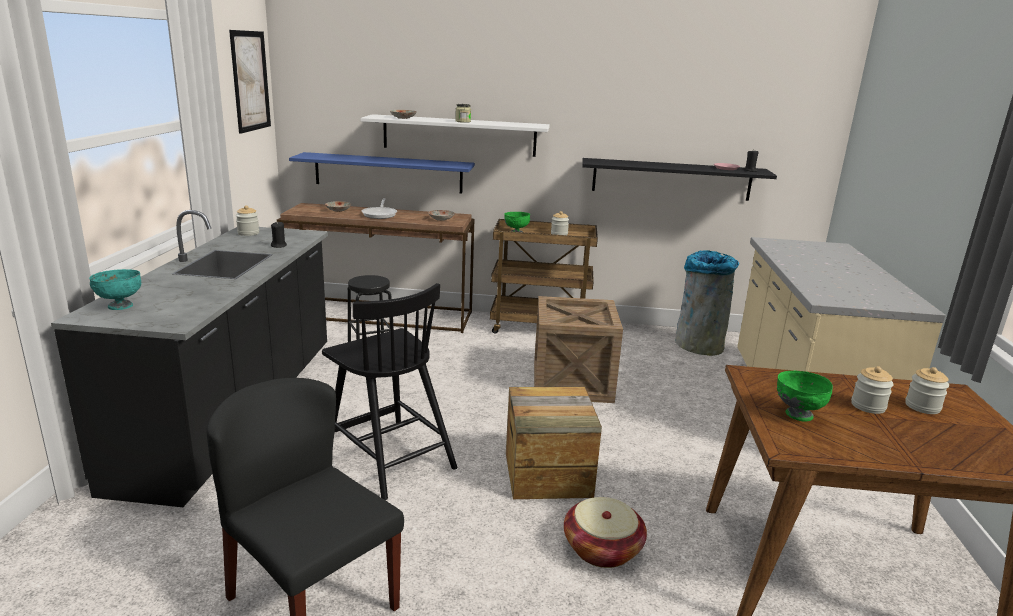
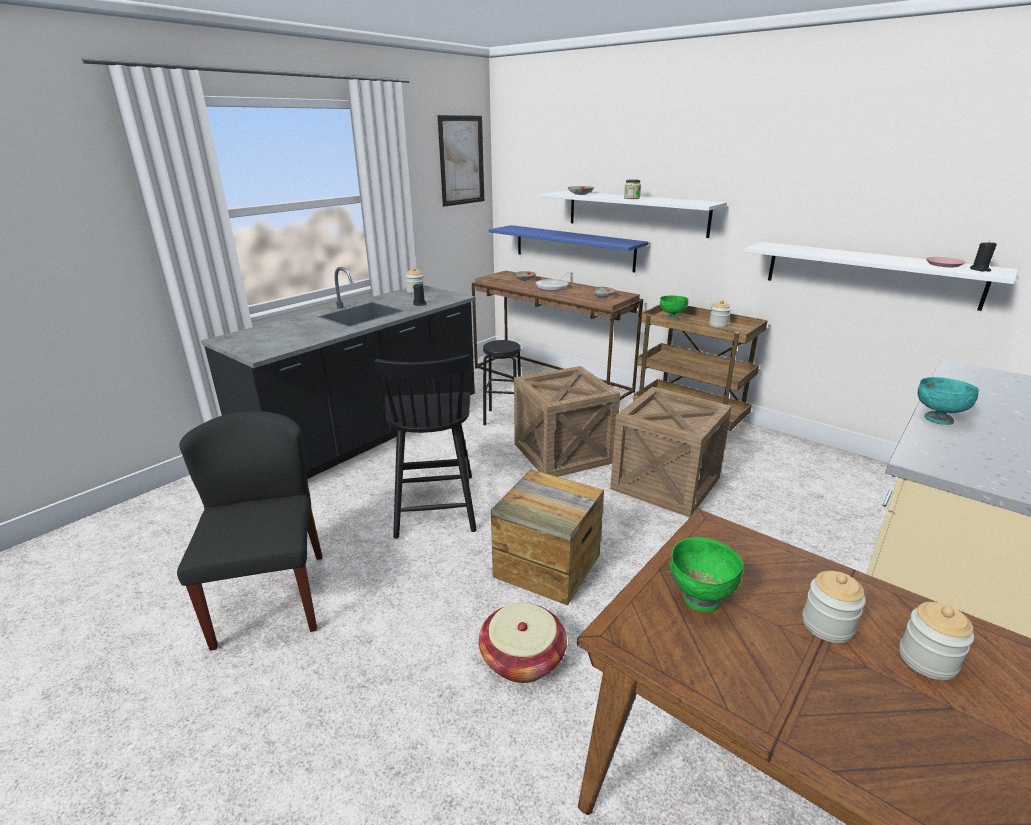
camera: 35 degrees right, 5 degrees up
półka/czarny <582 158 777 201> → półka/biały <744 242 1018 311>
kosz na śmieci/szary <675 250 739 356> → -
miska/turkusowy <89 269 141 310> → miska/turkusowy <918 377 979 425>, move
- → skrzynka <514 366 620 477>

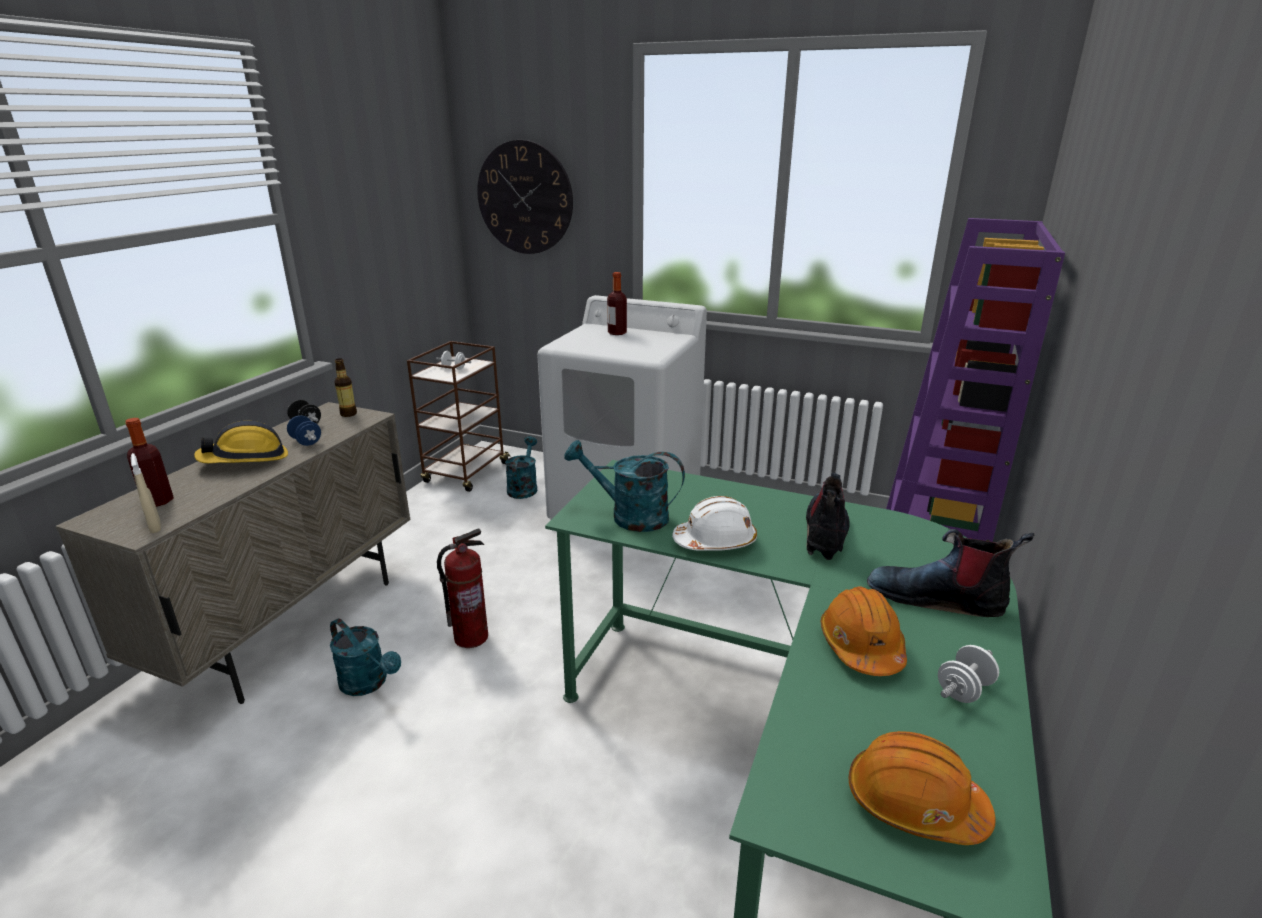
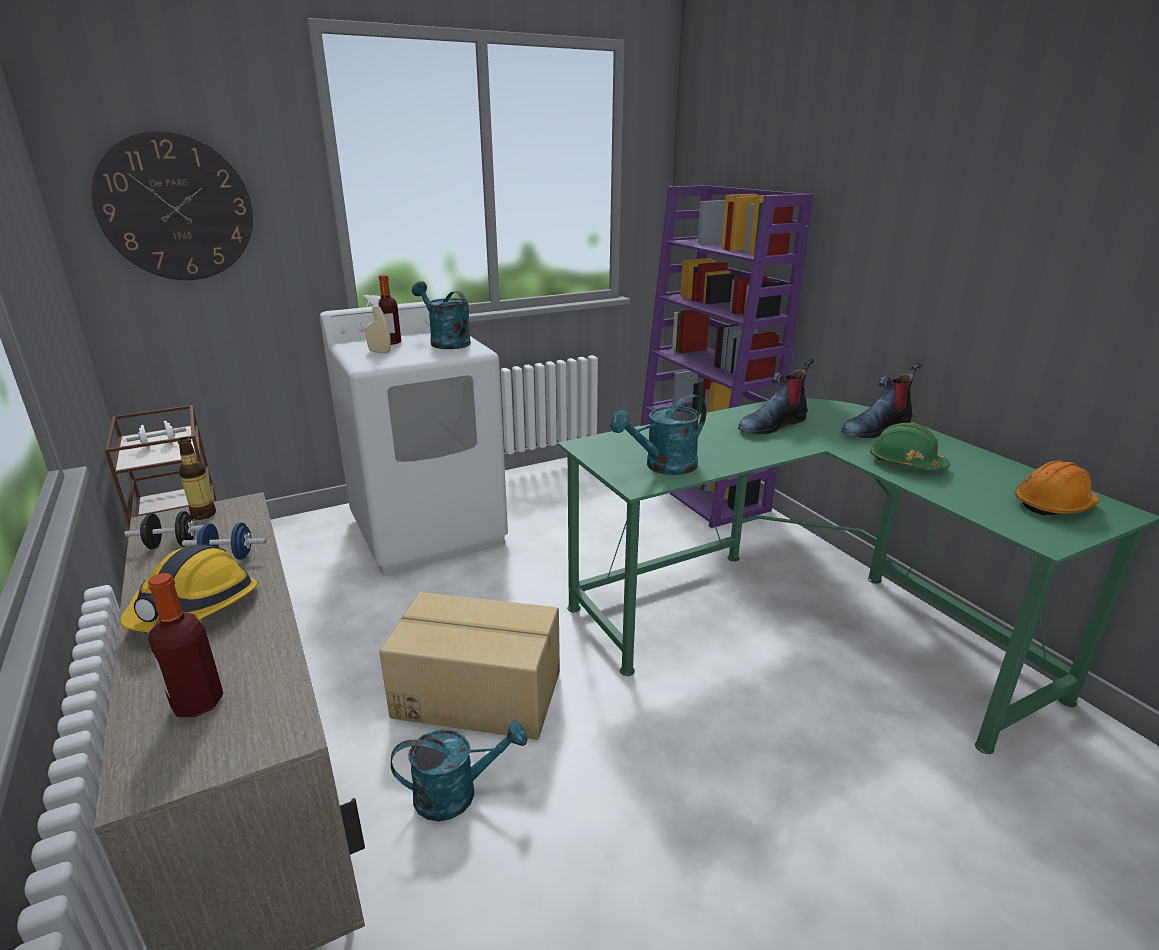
camera: 50 degrees left, 0 degrees up
konewka/turkusowy <505 436 537 499> → konewka/turkusowy <412 281 471 349>, move
spryskiwacz/beżowy <131 453 161 533> → spryskiwacz/beżowy <364 295 391 353>, move
but z cholewką <806 473 850 560> → but z cholewką <738 359 814 434>, 90 degrees counterclockwise
kask/biały <672 496 757 551> → -
gaśnica <437 528 488 648> → karton <379 592 560 740>
kask/pomarańczowy <821 586 907 676> → kask/zielony <870 423 950 471>
hantel/biały <938 645 999 703> → -

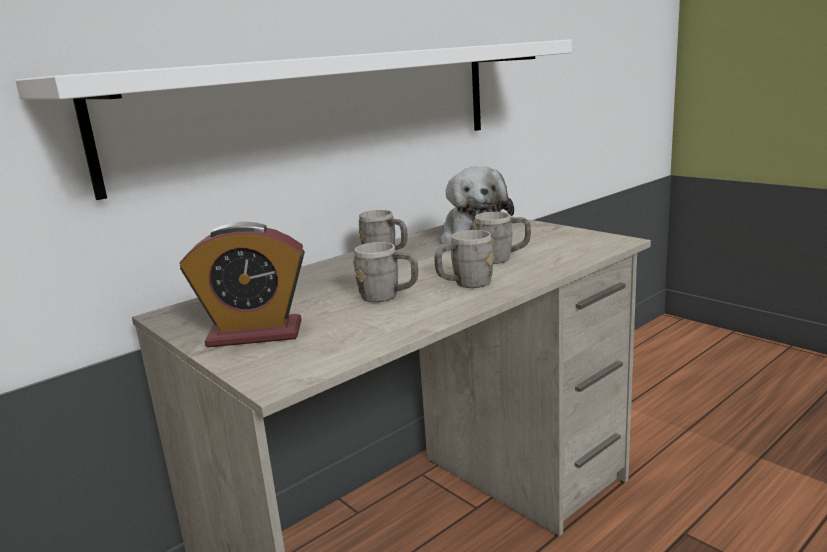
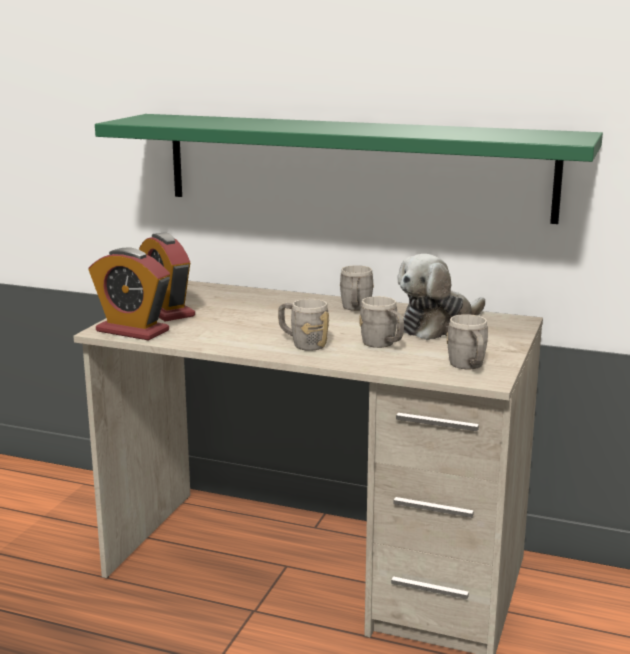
camera: 60 degrees right, 0 degrees up
półka/biały <16 39 572 200> → półka/zielony <95 114 603 224>
kubek/szary <353 242 418 302> → kubek/szary <446 314 488 369>, move
- → budzik <88 248 170 341>

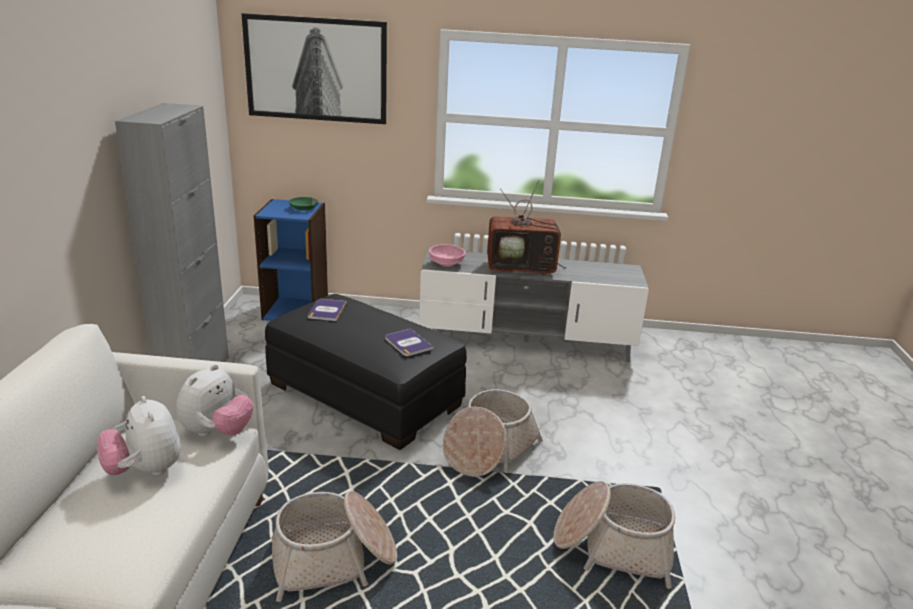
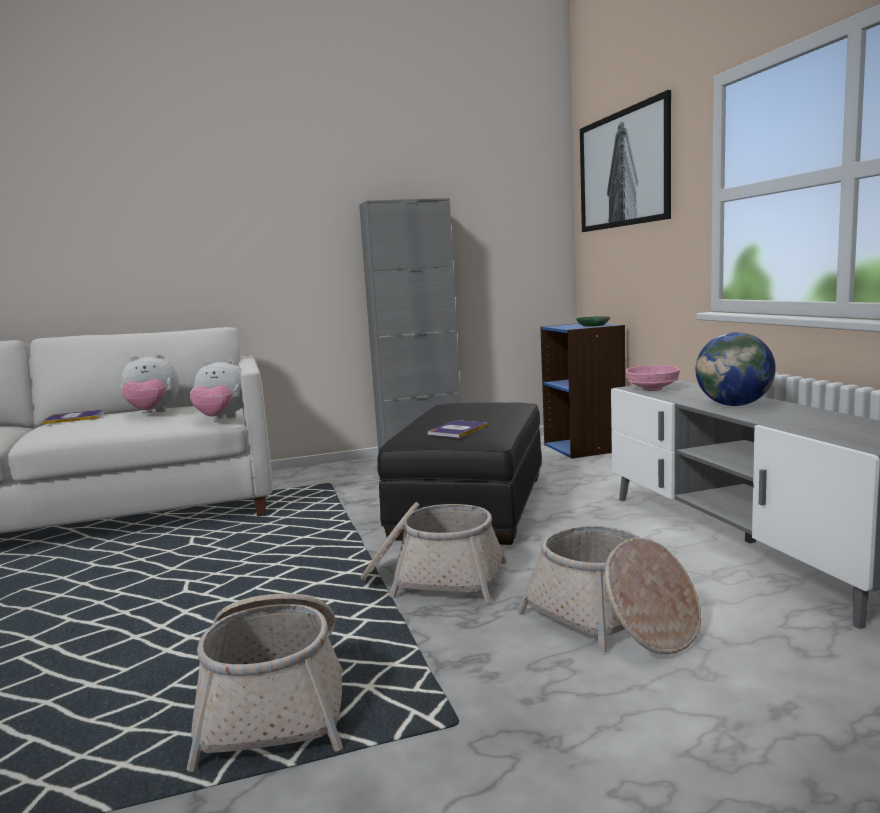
camera: 70 degrees right, 15 degrees down
telewizor <487 180 567 275> → globus <696 332 776 406>
książka <308 299 347 321> → książka <42 410 104 424>, move
pluszak <97 396 181 476> → pluszak <120 354 179 413>, 135 degrees counterclockwise
koszyk <272 491 397 602> → koszyk <517 526 702 654>, move

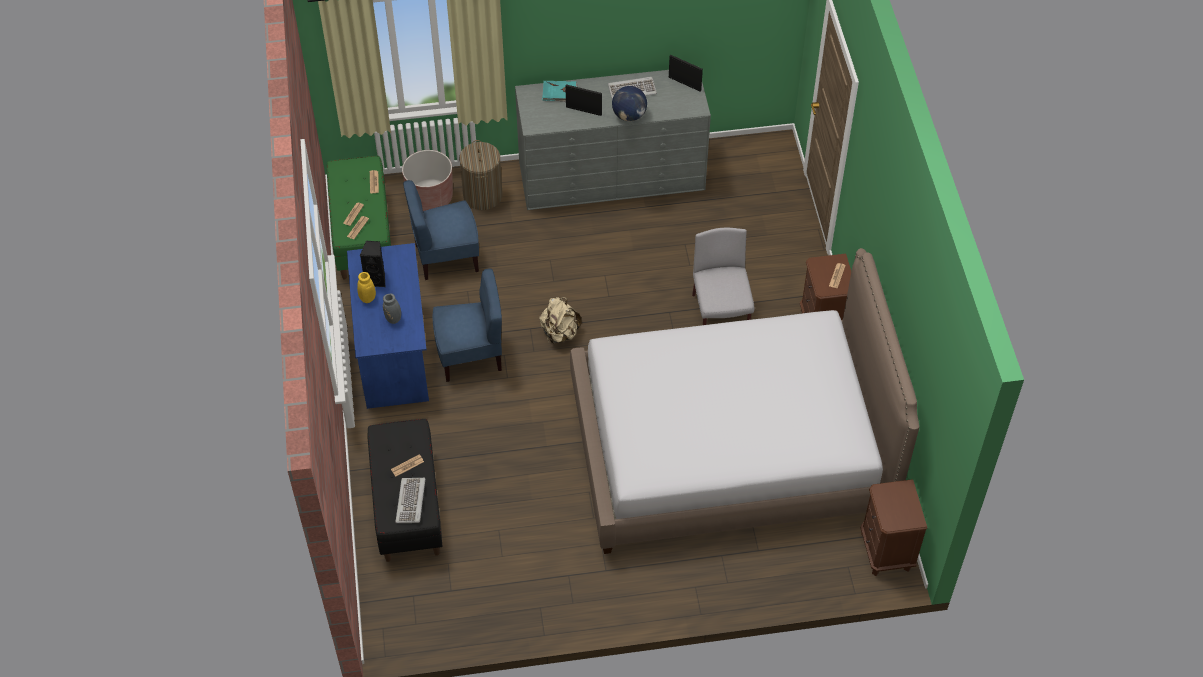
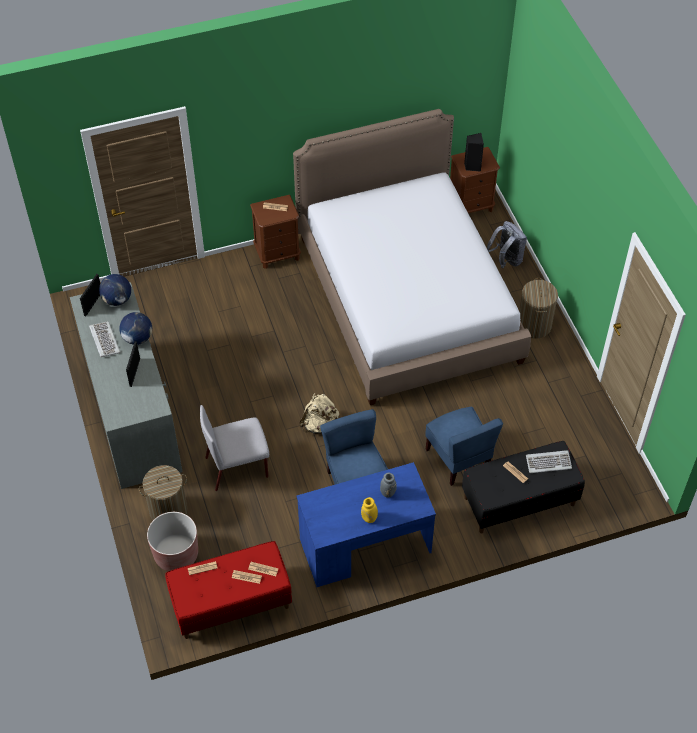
camera: 100 degrees left, 0 degrees up
książka/turkusowy <542 81 578 101> → -
ławka/zielony <327 156 391 280> → ławka/czerwony <165 541 292 639>
krzesło/niebieski <403 180 479 280> → krzesło/niebieski <426 406 503 486>, move
krzesło/szary <692 228 754 325> → krzesło/szary <200 405 269 491>, move
głośnik/czarny <360 241 385 287> → głośnik/czarny <464 133 484 172>, move
- → plecak/szary <487 221 527 268>
- → globus <99 274 131 306>
- → kosz na pranie <519 278 558 339>

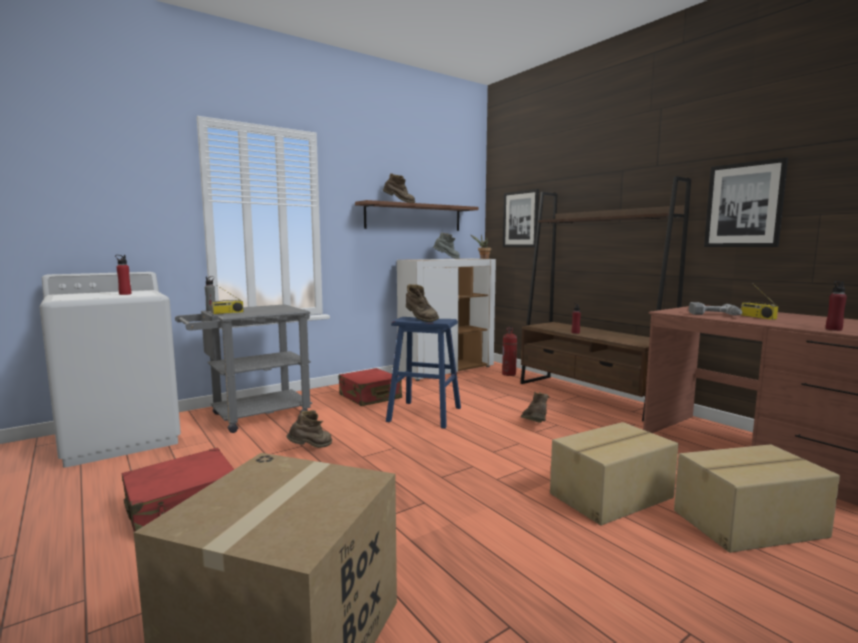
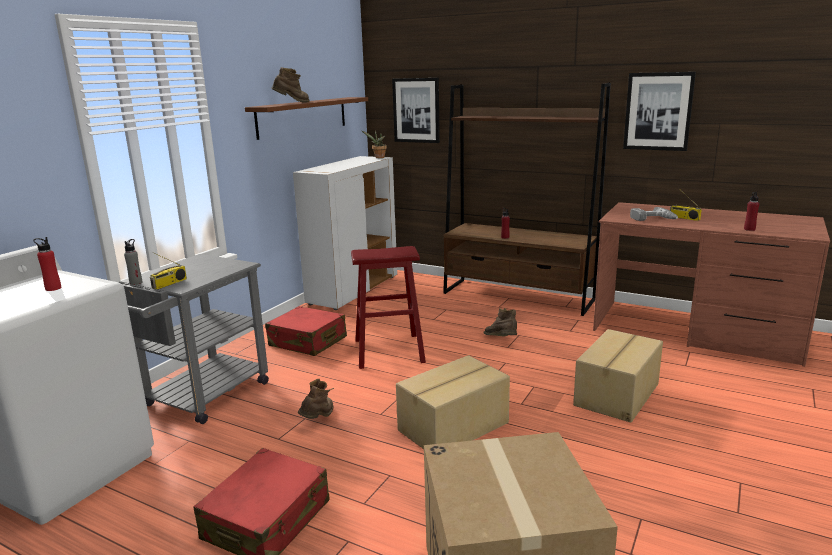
camera: 25 degrees left, 10 degrees up
but z cholewką/szary <433 232 460 259> → -
but z cholewką/brązowy <406 284 439 322> → -
stołek/niebieski <386 317 461 429> → stołek/czerwony <351 246 426 369>
gaśnica <502 327 517 376> → -
karton <674 444 840 553> → karton <396 355 510 449>, move

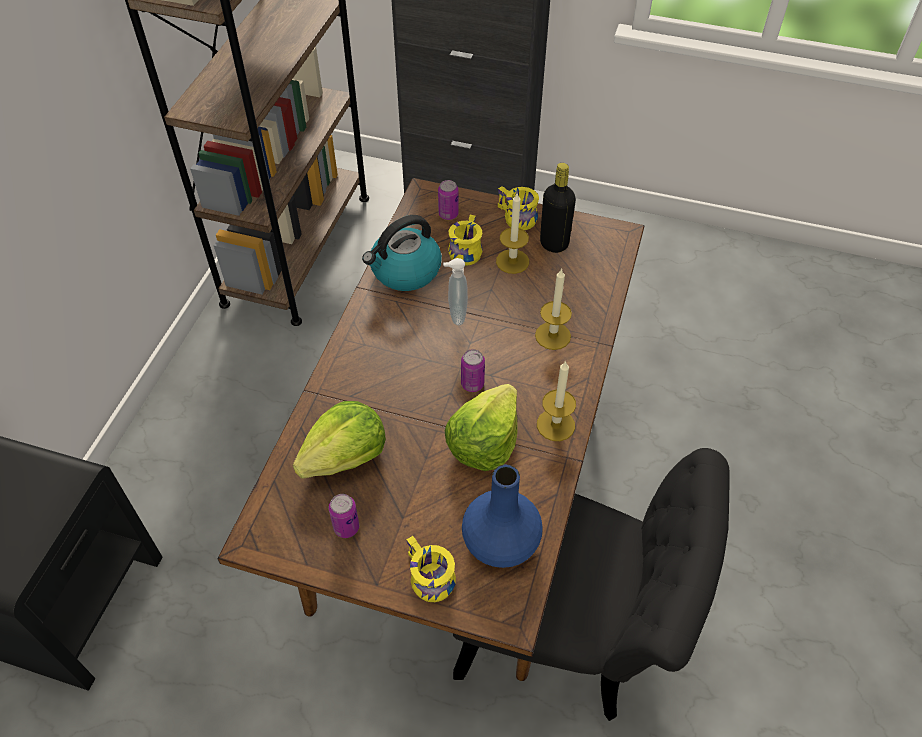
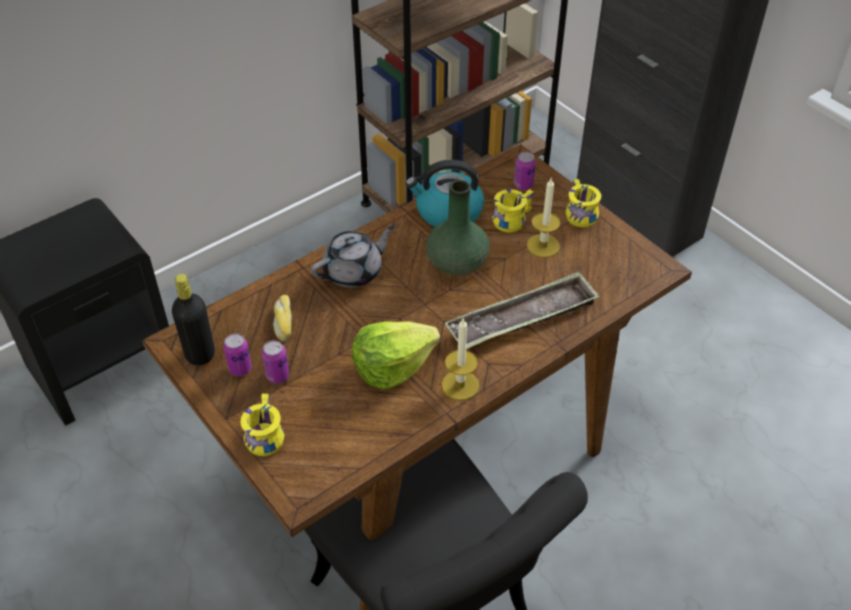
camera: 35 degrees right, 5 degrees down
butelka/czarny <540 163 576 253> → butelka/czarny <172 274 215 366>, move
dozownik mydła <443 258 468 325> → wazon/zielony <426 180 490 276>
świeca <535 268 572 350> → taca <445 271 599 349>
puszka <461 349 485 392> → puszka <262 340 289 383>, move
sałata <293 401 386 479> → chleb <273 295 291 341>
wazon/niebieski <462 464 543 568> → -
- → imbryk/szary <311 226 395 287>

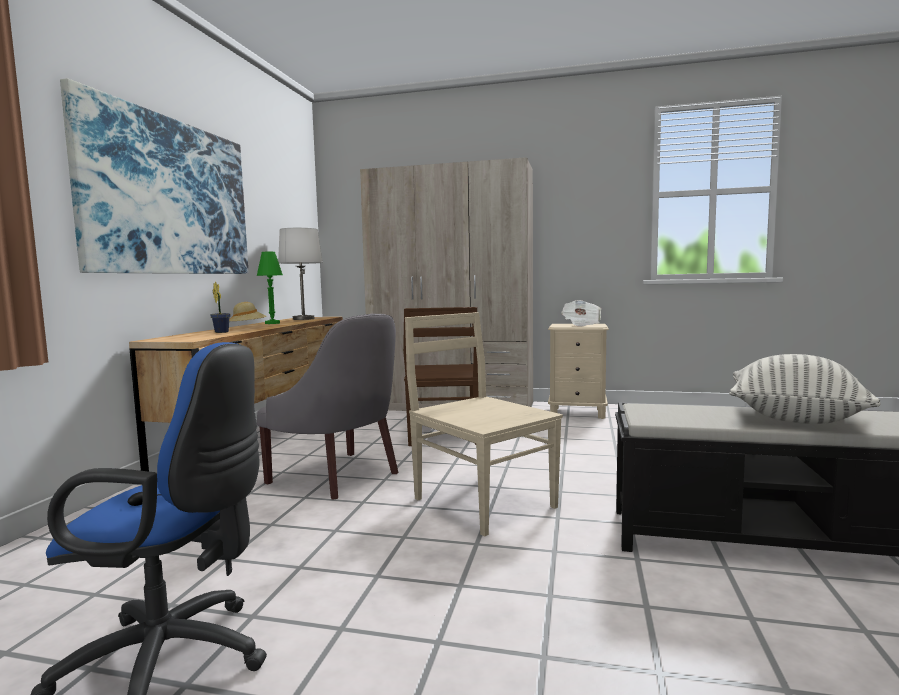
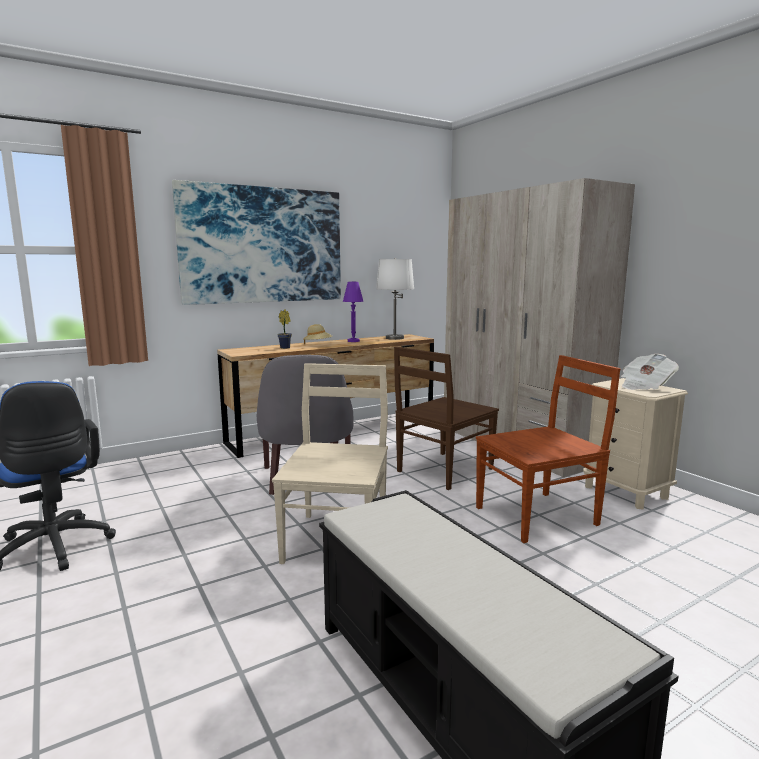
camera: 45 degrees right, 5 degrees up
lampa stołowa/zielony <257 252 283 324> → lampa stołowa/fioletowy <343 282 363 342>
poduszka <729 354 881 424> → -
- → krzesło/brązowy <476 355 620 543>

